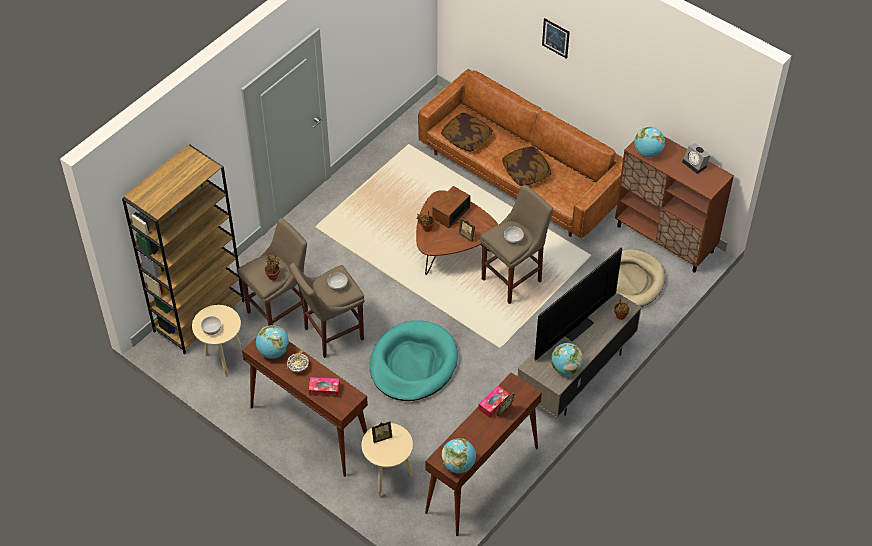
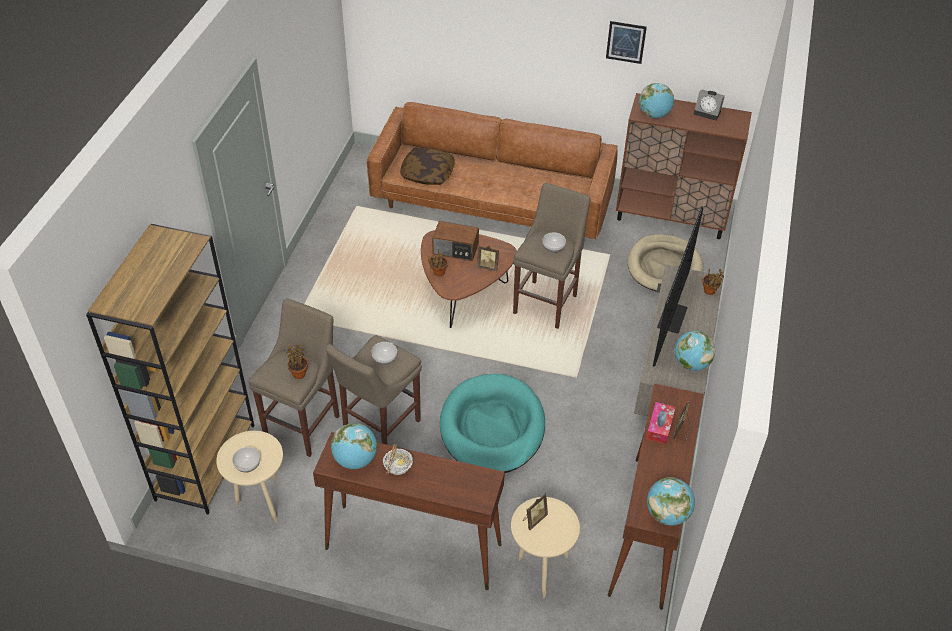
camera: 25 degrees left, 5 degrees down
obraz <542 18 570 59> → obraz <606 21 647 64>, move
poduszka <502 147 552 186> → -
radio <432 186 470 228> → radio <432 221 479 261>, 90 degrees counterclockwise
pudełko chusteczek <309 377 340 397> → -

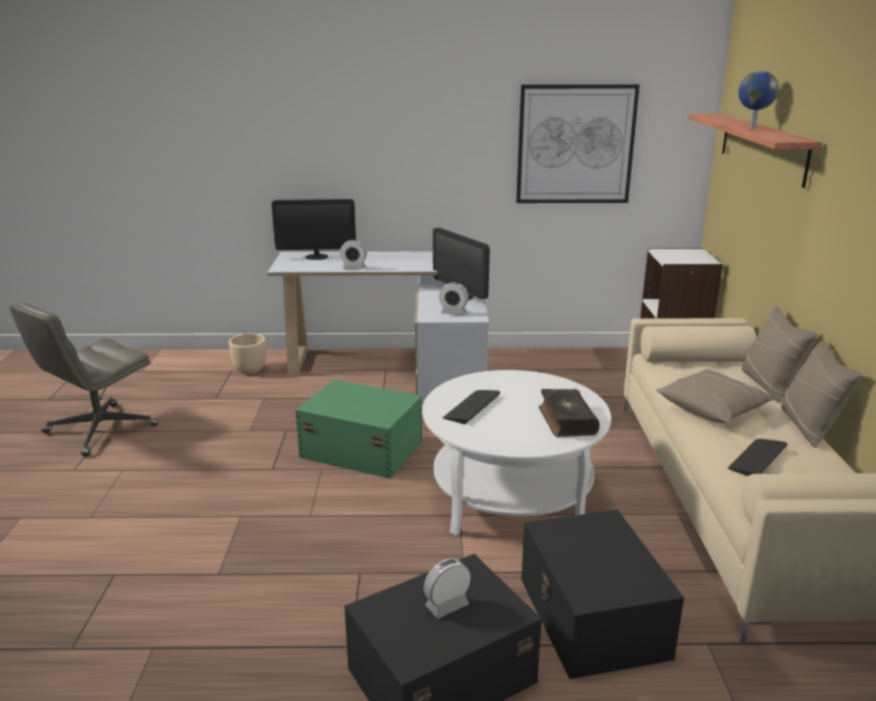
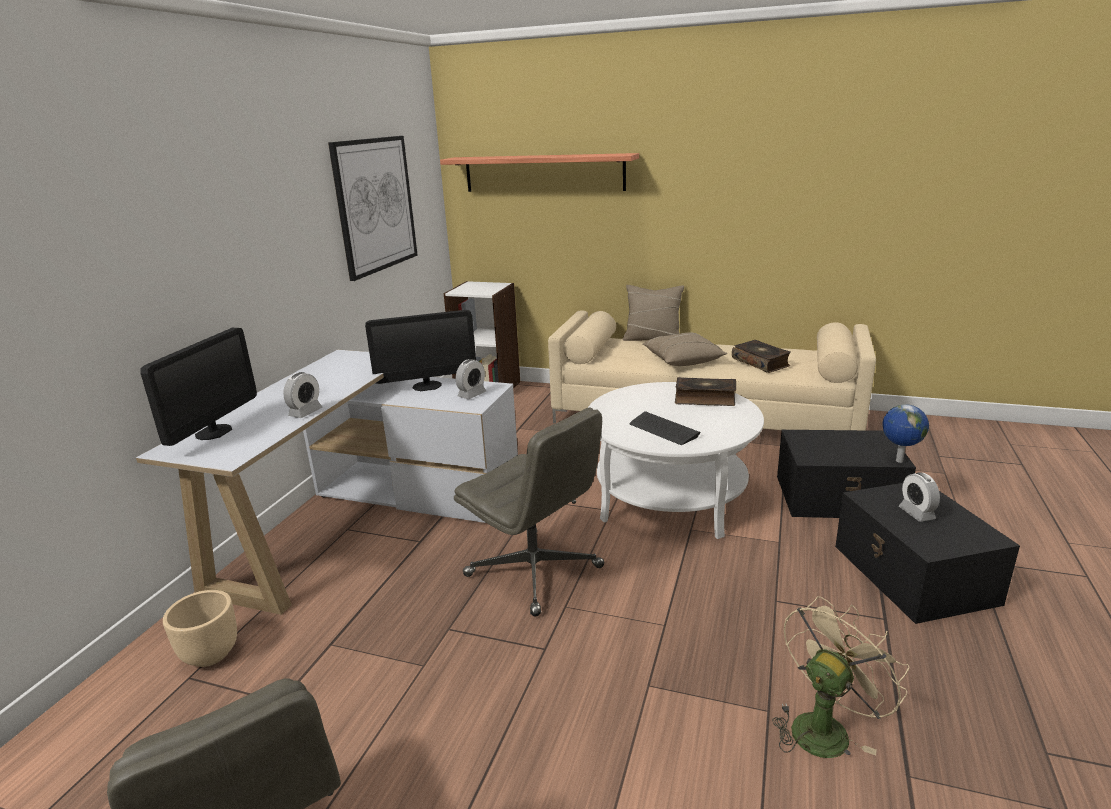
camera: 70 degrees left, 0 degrees up
globus <738 71 779 128> → globus <882 404 929 463>, move
poduszka/beżowy <781 339 862 448> → -
pojemnik do przechowywania/zielony <295 380 422 479> → krzesło biurowe/szary <454 407 605 617>
klawiatura <728 439 788 476> → książka <732 340 791 373>
- → wentylator/beżowy <772 596 909 758>

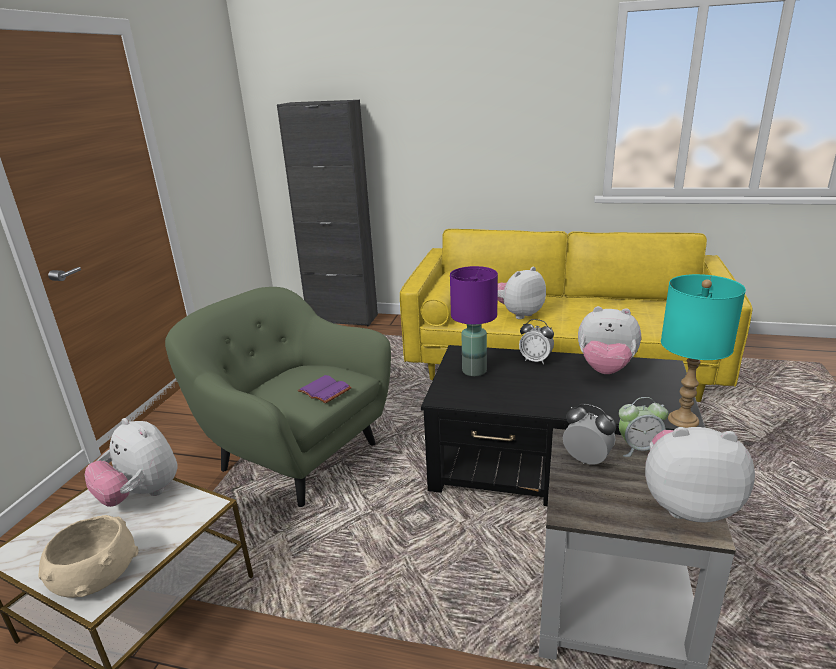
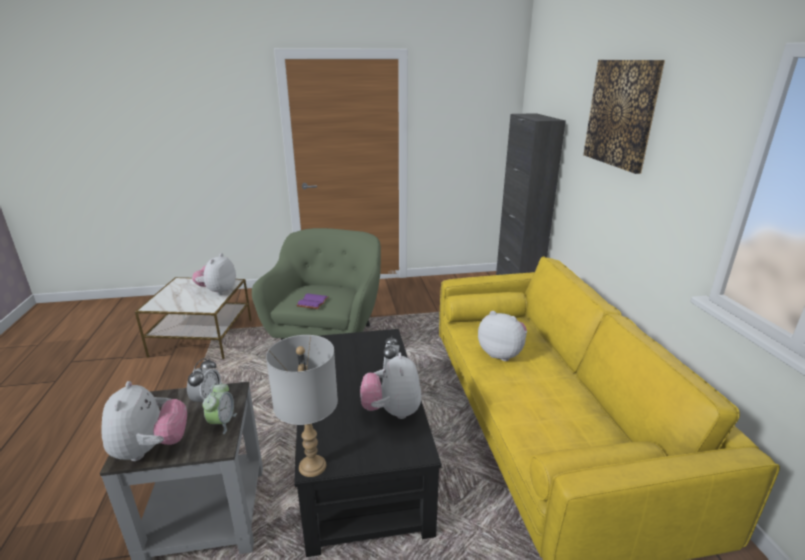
camera: 65 degrees right, 0 degrees up
lampa stołowa/fioletowy <450 266 498 376> → -
lampa stołowa/turkusowy <661 274 746 428> → lampa stołowa/szary <266 335 338 477>
budzik <619 397 668 457> → budzik <203 382 237 434>, 150 degrees counterclockwise
miska/beżowy <38 515 138 598> → -
- → obraz <583 60 665 174>

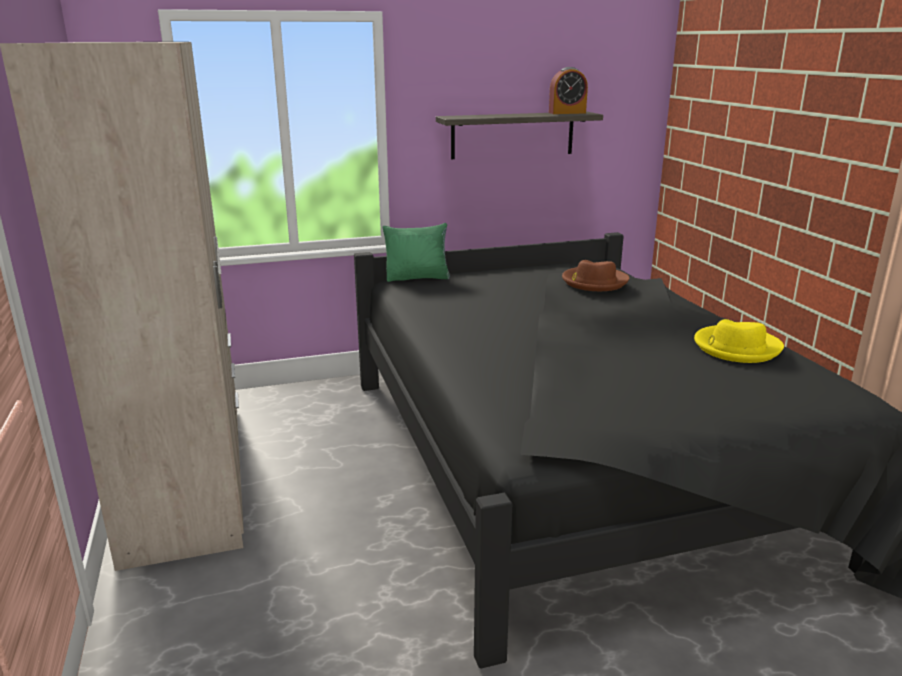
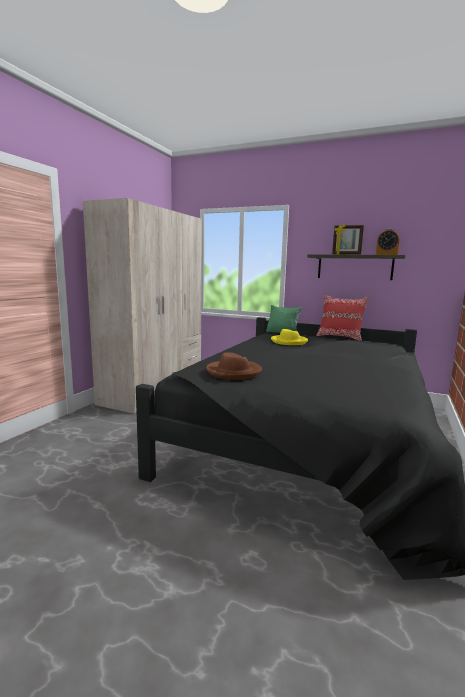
camera: 40 degrees right, 10 degrees down
kapelusz/brązowy <562 260 629 291> → kapelusz/brązowy <206 352 262 380>, move
kapelusz/żółty <694 319 784 363> → kapelusz/żółty <271 329 308 345>, move
- → ramka na zdjęcie <332 224 364 255>
- → poduszka/czerwony <316 295 369 341>

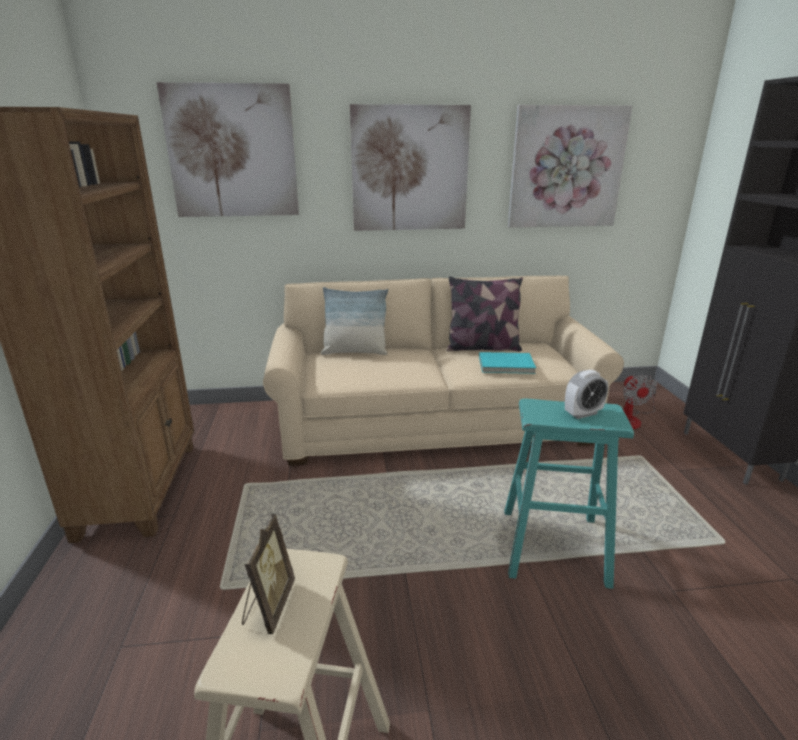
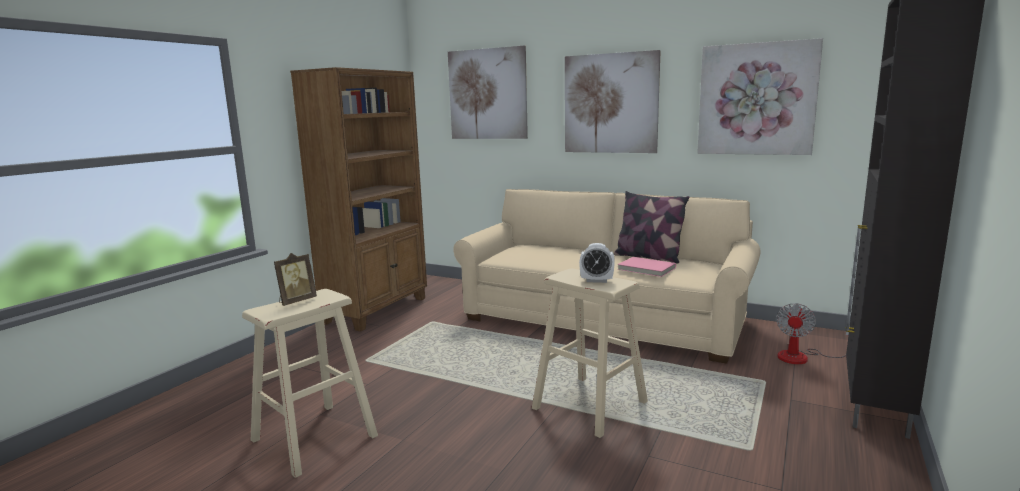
camera: 35 degrees right, 10 degrees down
poduszka <321 287 388 355> → -
książka/turkusowy <479 352 536 374> → książka/różowy <618 257 676 277>
stołek/turkusowy <504 399 634 589> → stołek/beżowy <532 268 648 438>

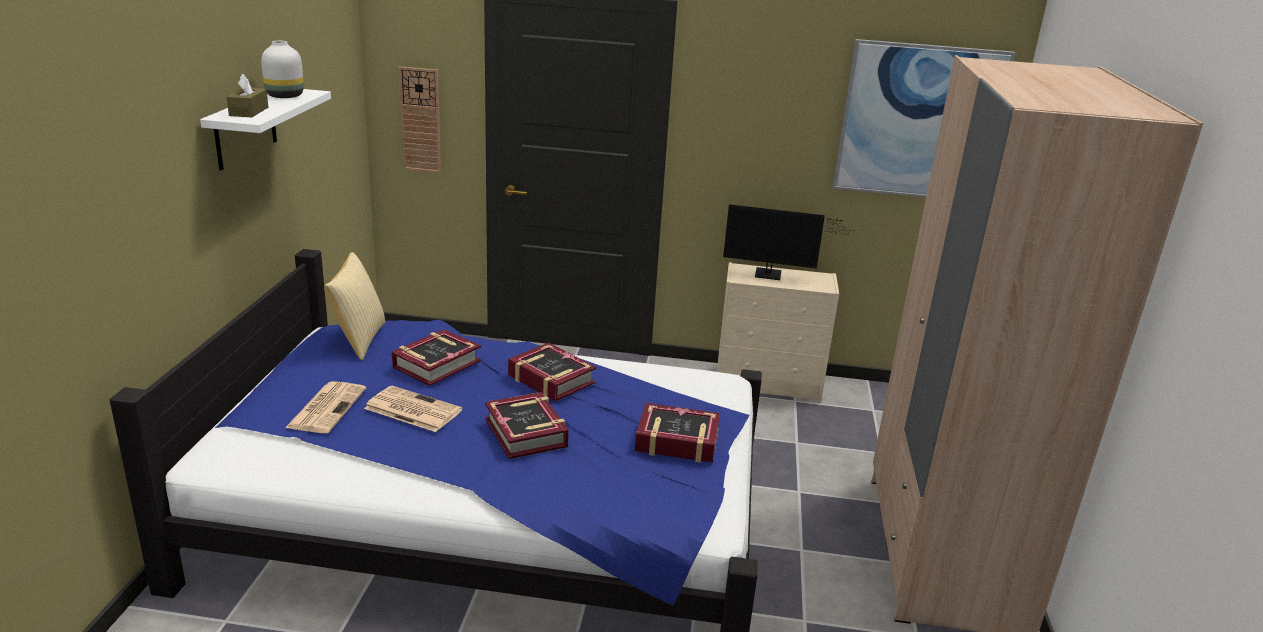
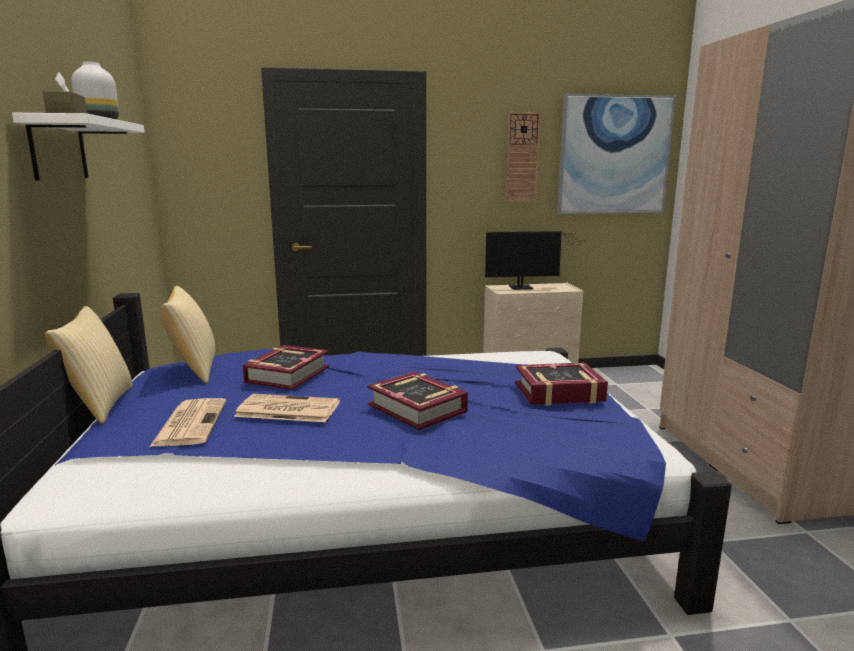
camera: 15 degrees left, 10 degrees down
zegar ścienny <399 66 441 173> → zegar ścienny <505 112 541 202>, move
książka <508 343 596 402> → -
- → poduszka <45 306 133 424>

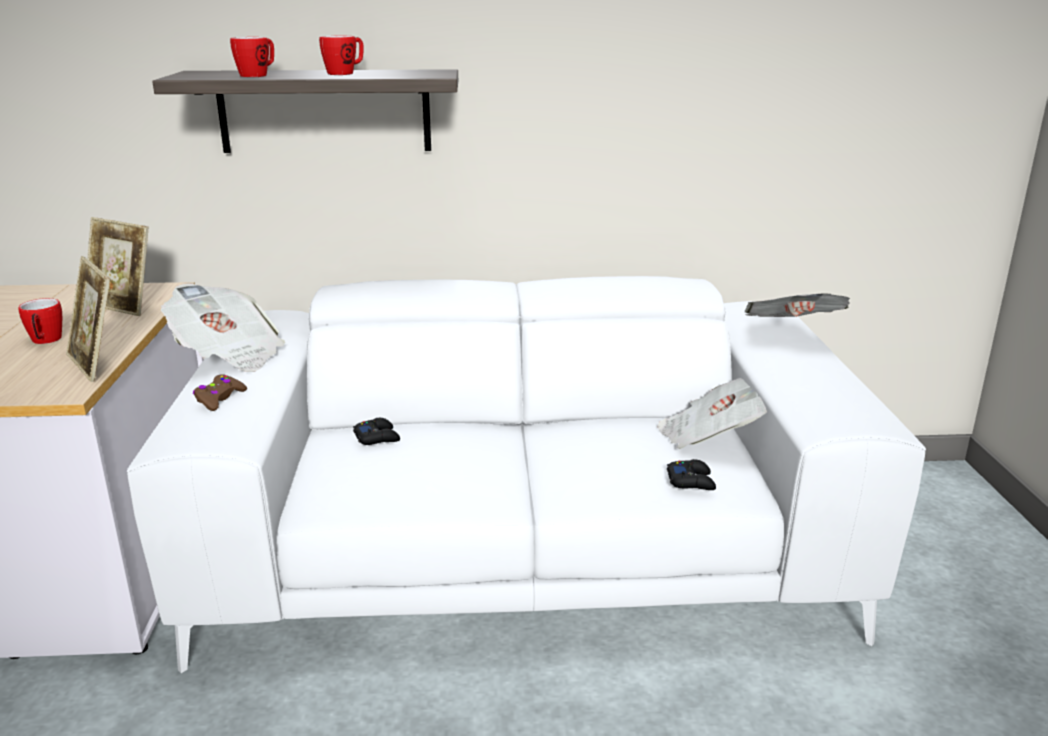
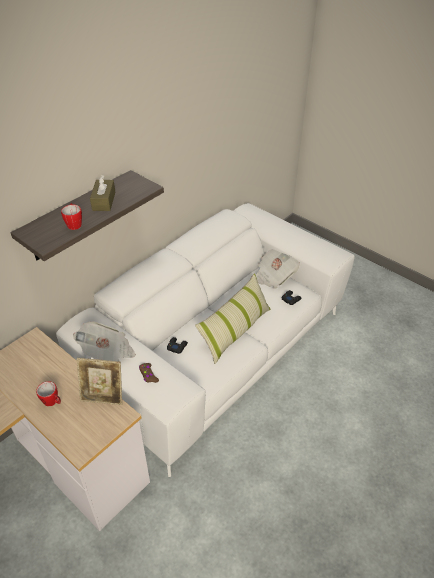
camera: 45 degrees left, 20 degrees up
kubek <319 36 363 75> → pudełko chusteczek/brązowy <90 175 115 211>
ramka na zdjęcie <87 217 148 316> → -
gazeta <745 293 850 317> → -
- → poduszka <195 273 271 364>

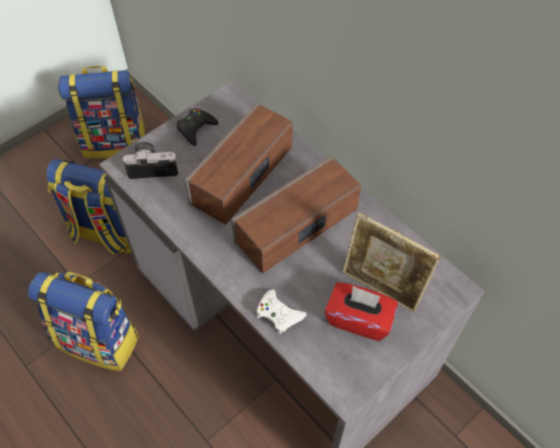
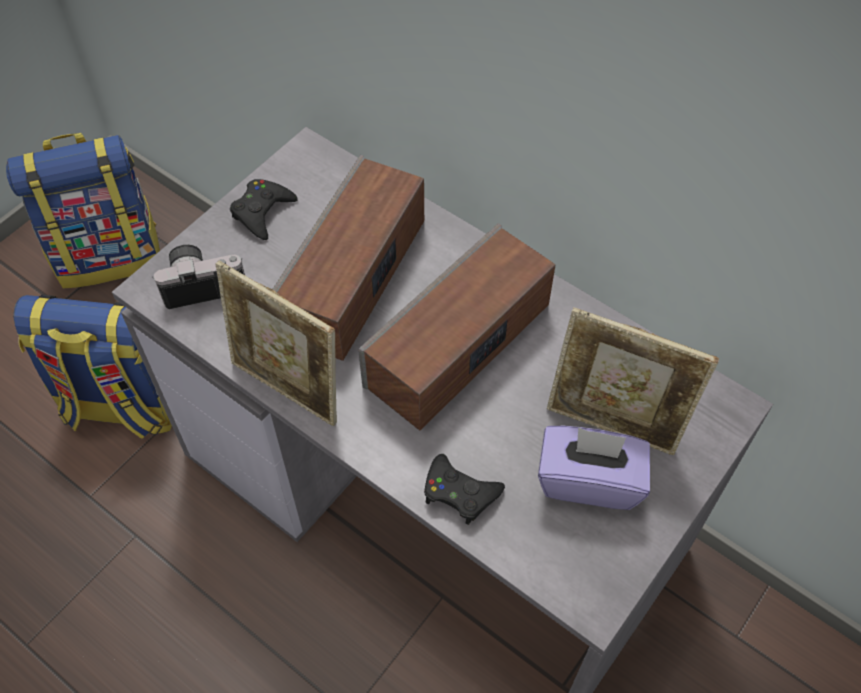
camera: 10 degrees left, 0 degrees up
plecak <28 272 139 371> → -
pudełko chusteczek/czerwony <325 282 398 341> → pudełko chusteczek/fioletowy <538 426 650 510>
pad do gier/biały <257 289 307 334> → pad do gier/czarny <424 454 505 525>
- → ramka na zdjęcie <216 261 337 426>

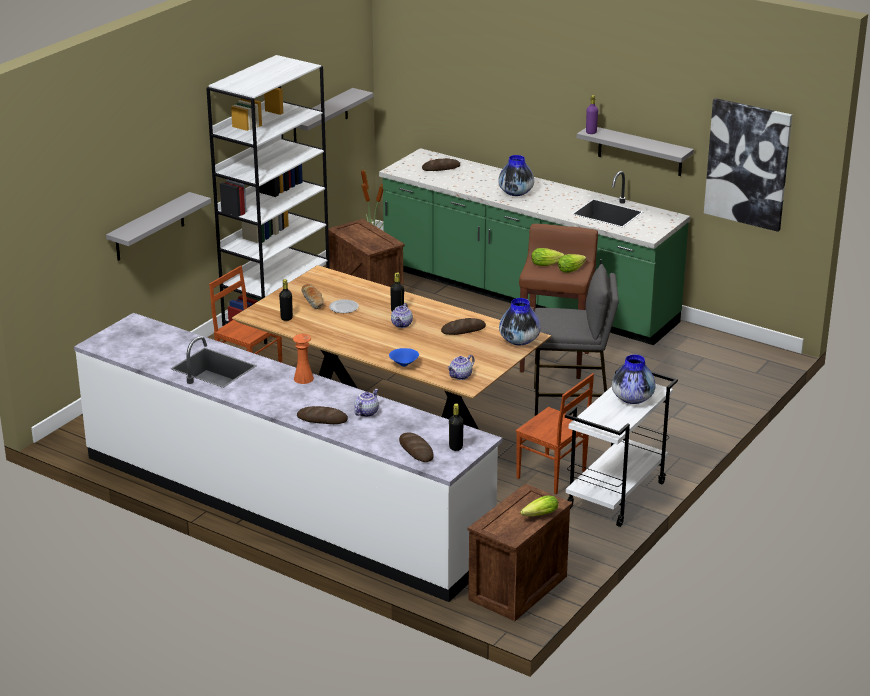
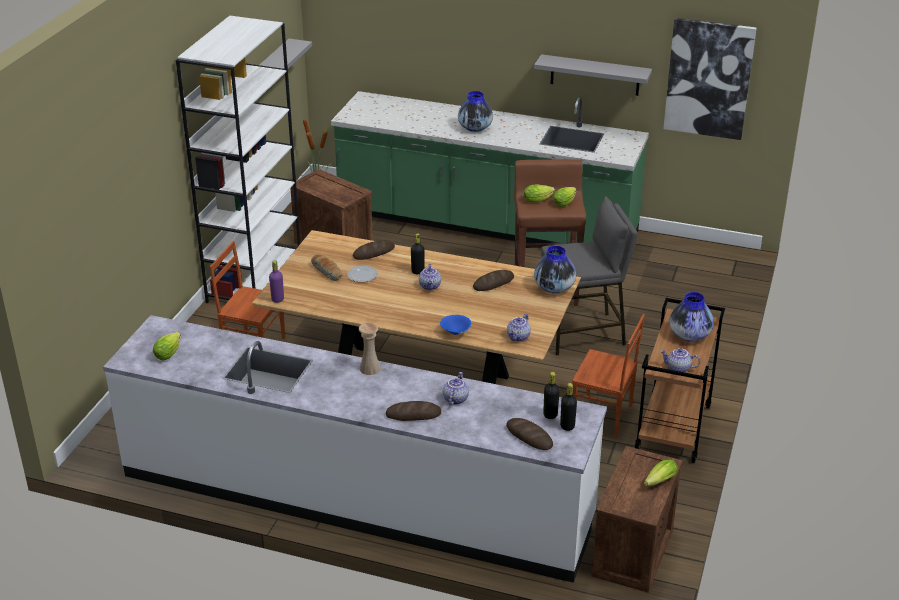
camera: 15 degrees left, 5 degrees up
butelka/fioletowy <586 95 598 134> → butelka/fioletowy <269 260 284 303>, move
chleb <422 158 460 171> → chleb <353 240 395 260>, move
półka/szary <106 192 211 261> → -
butelka/czarny <279 279 293 321> → butelka/czarny <543 372 560 419>, move
wazon/pomarańczowy <293 334 314 384> → wazon/beżowy <359 323 381 375>
wózek/biały <565 368 678 527> → wózek/brązowy <635 298 725 463>
- → sałata <153 332 181 360>
- → imbryk <660 348 700 372>

